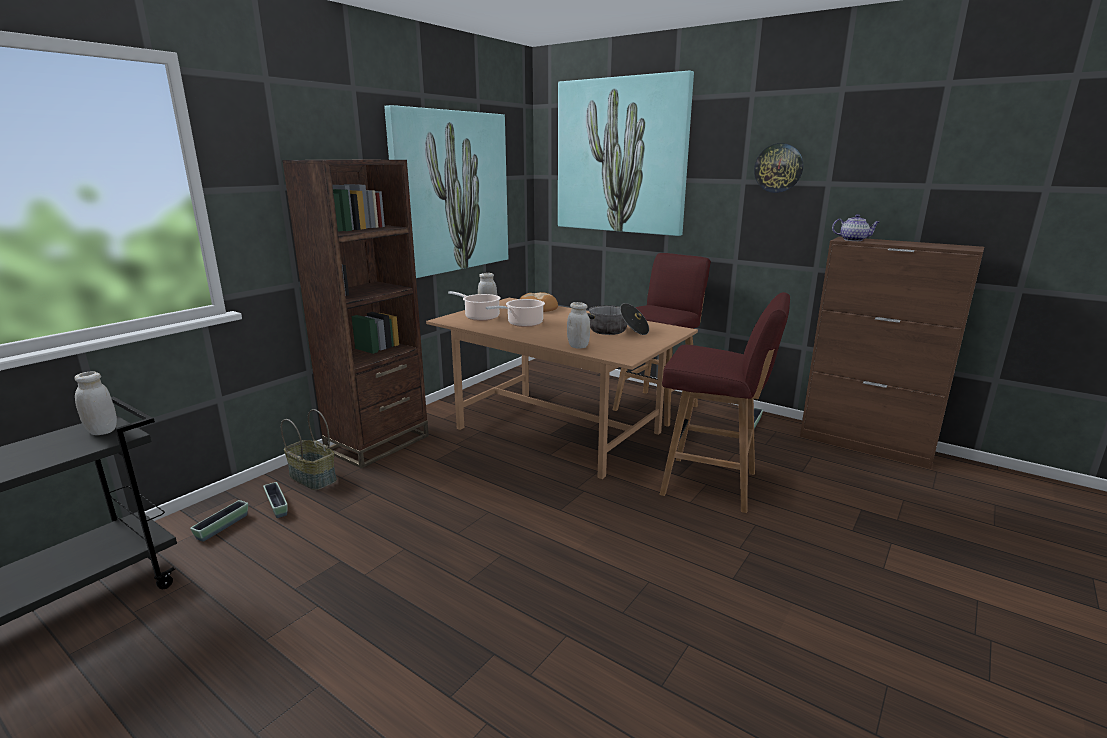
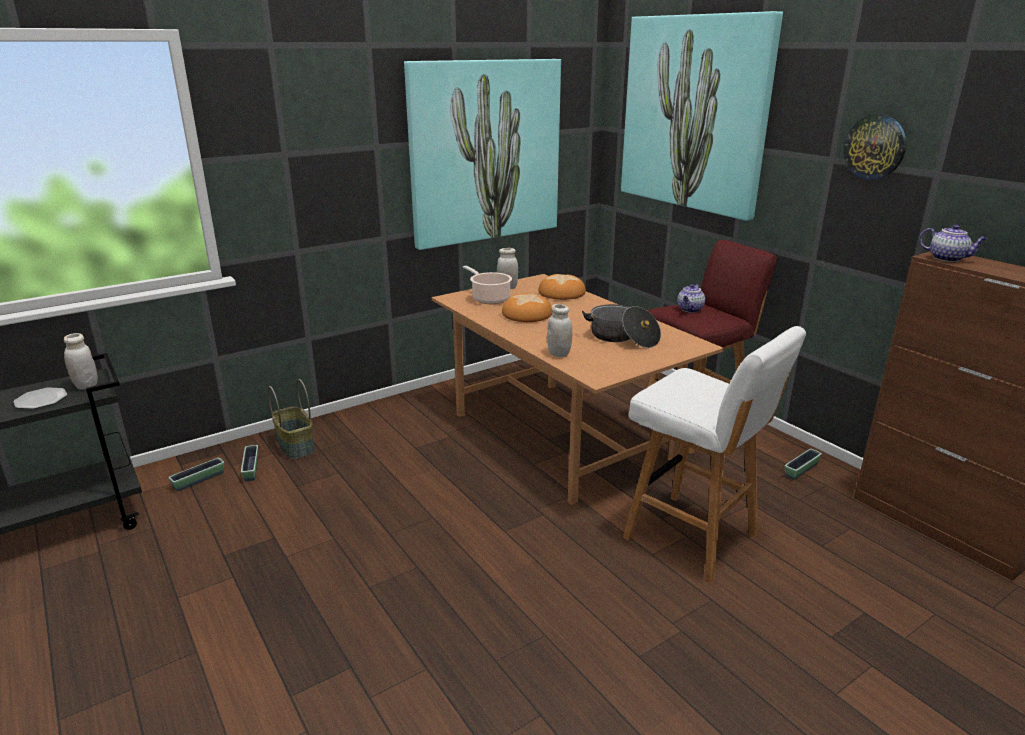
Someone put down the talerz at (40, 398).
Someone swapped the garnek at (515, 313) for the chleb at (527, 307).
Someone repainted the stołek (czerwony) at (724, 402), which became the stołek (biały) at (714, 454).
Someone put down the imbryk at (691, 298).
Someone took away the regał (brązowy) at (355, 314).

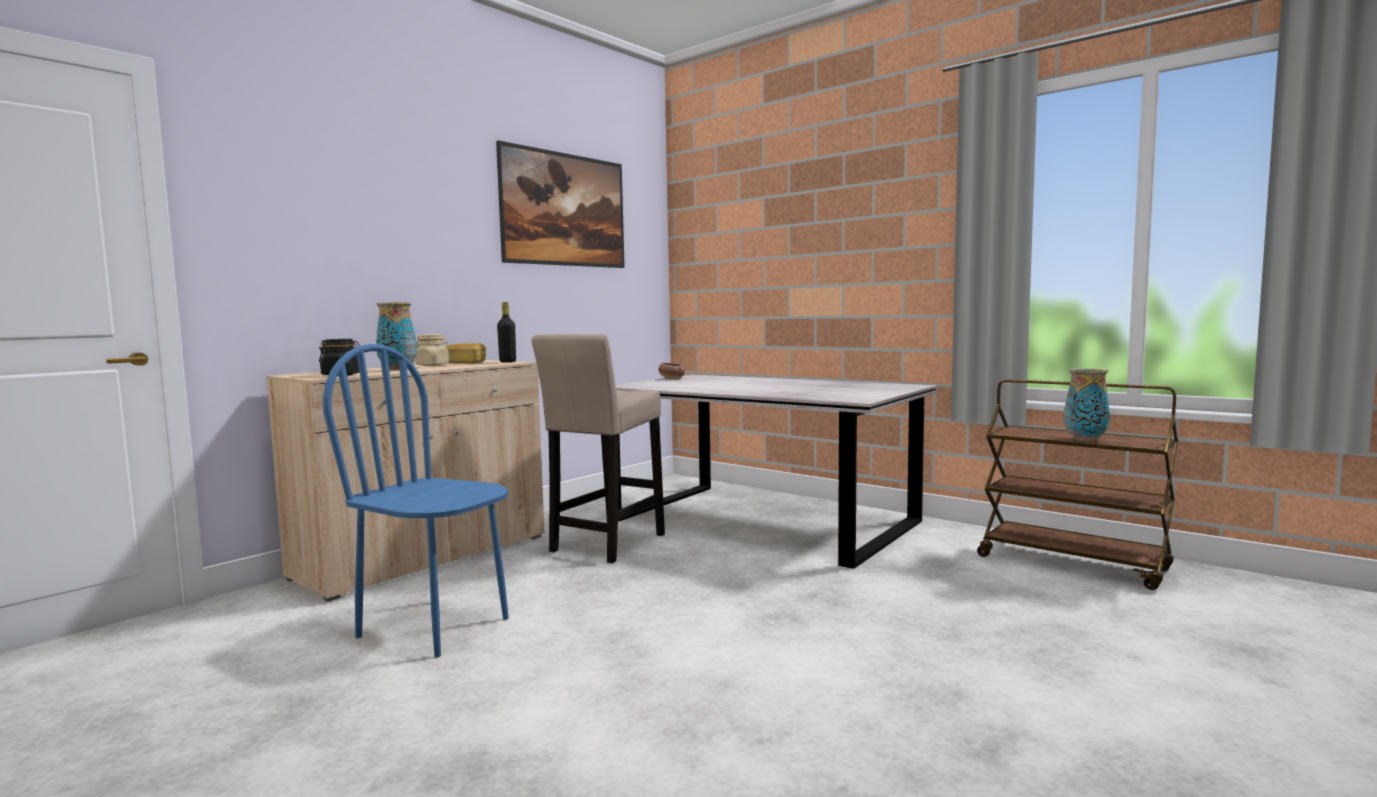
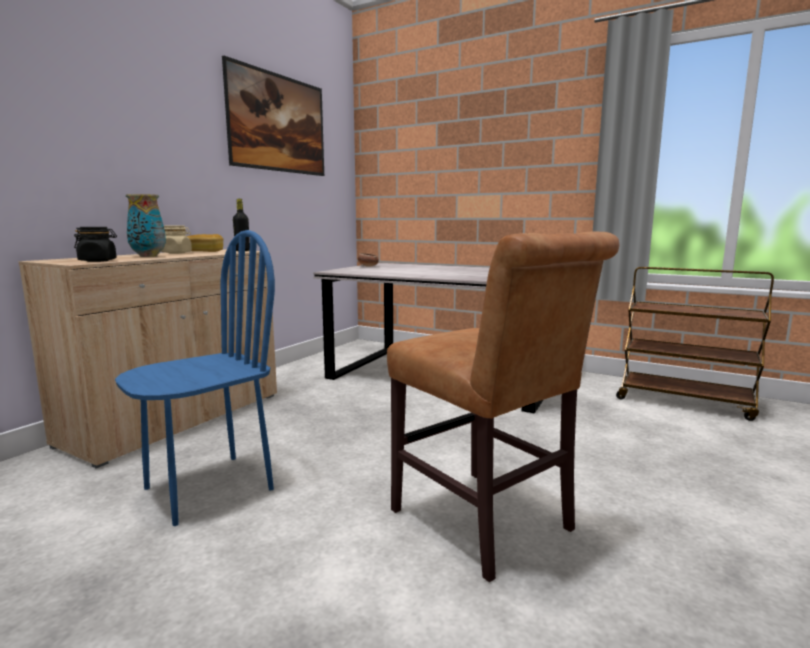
Someone rotated the krzesło (niebieski) at (416, 501) by 120 degrees clockwise.
Someone put down the krzesło (brązowy) at (503, 407).
Someone took away the stołek (beżowy) at (598, 448).
Someone took away the wazon at (1087, 405).

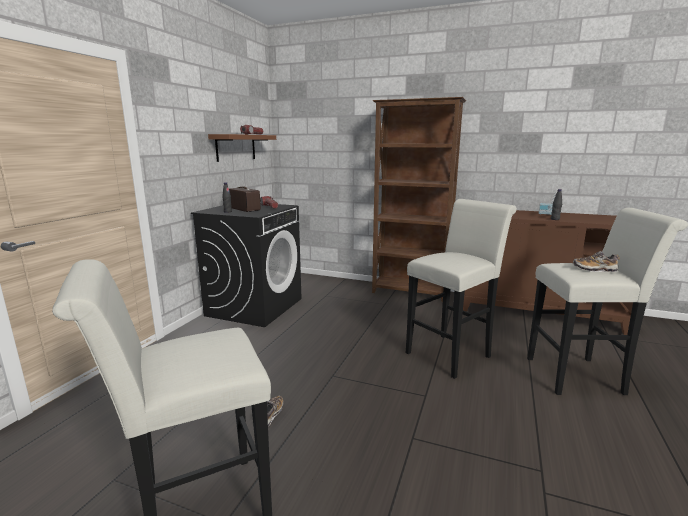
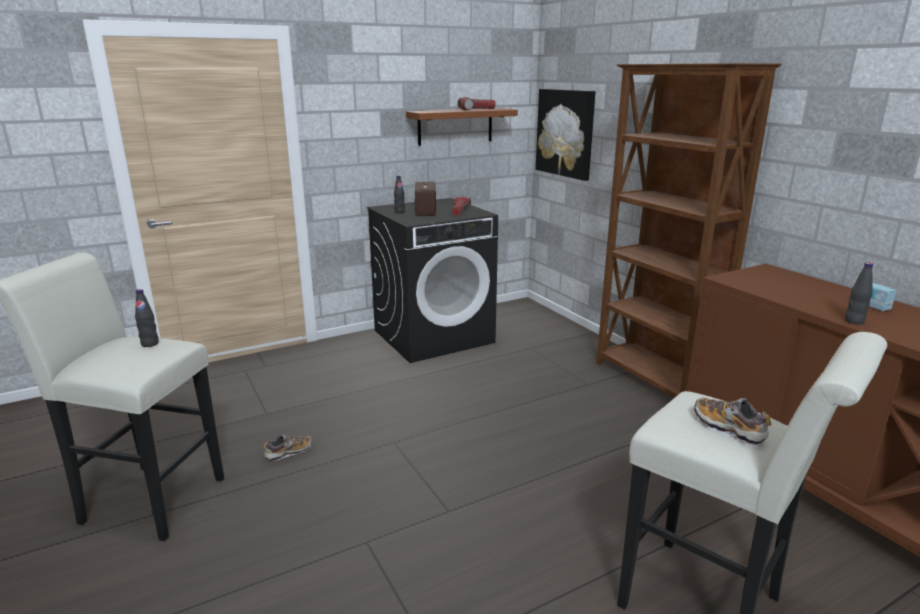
Someone put down the butelka (czarny) at (147, 318).
Someone put up the obraz at (566, 135).
Someone took away the stołek (biały) at (461, 289).

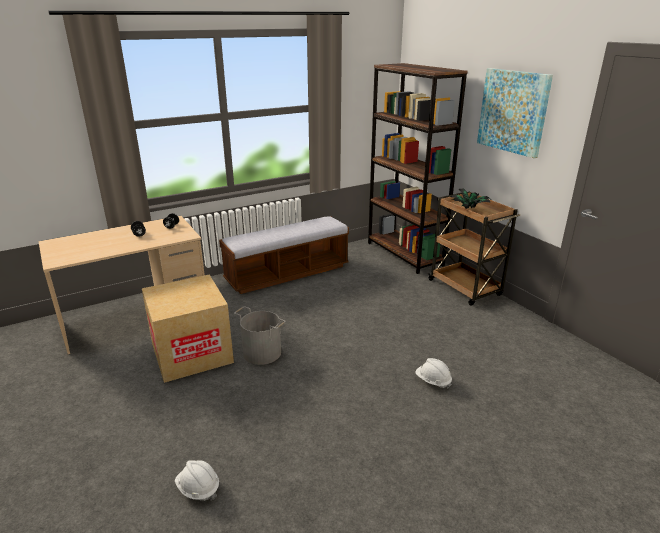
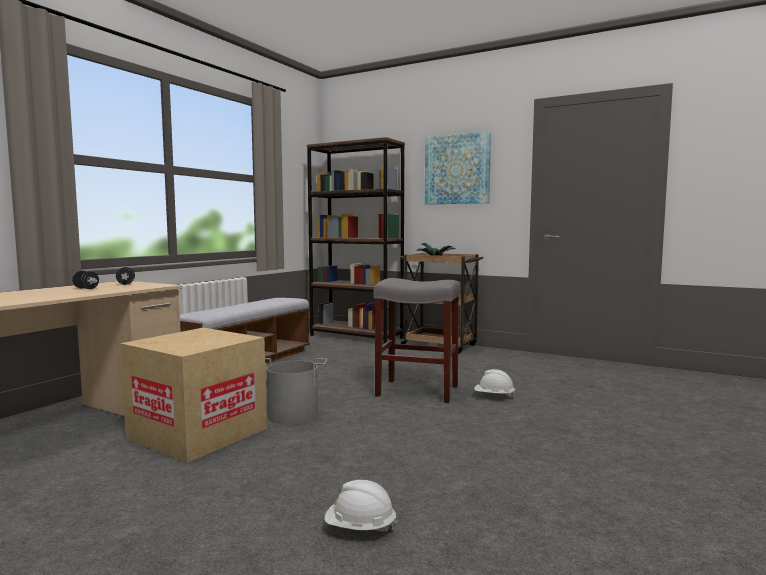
Someone put down the stołek (szary) at (417, 340).

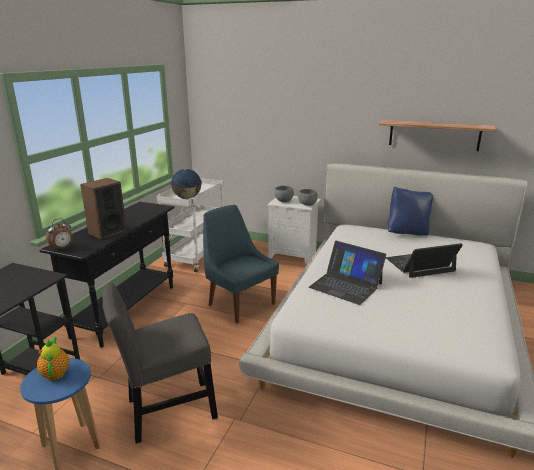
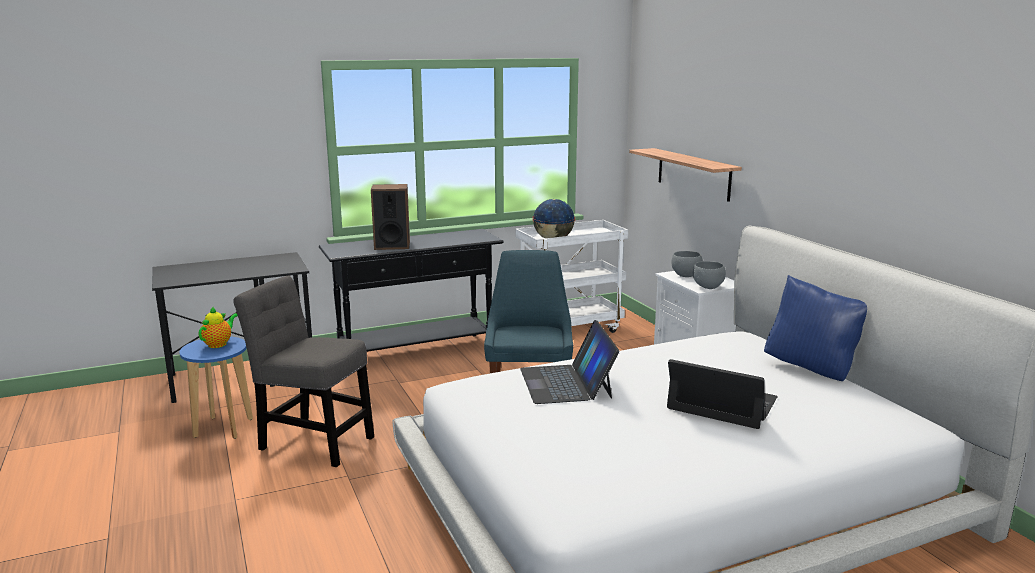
Someone carried the półka from (437, 135) to (685, 175).
Someone took away the budzik at (59, 234).

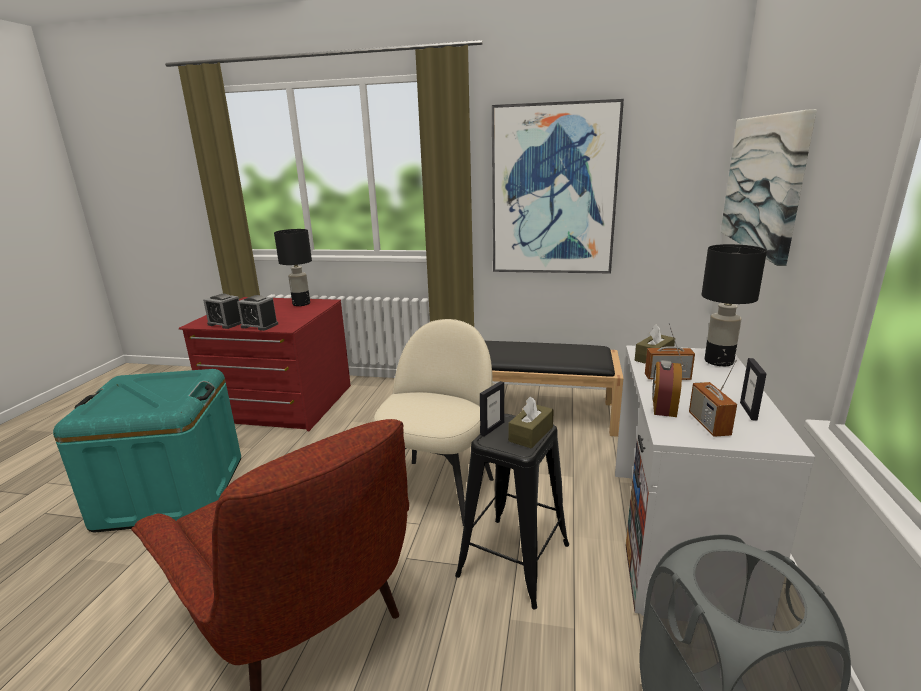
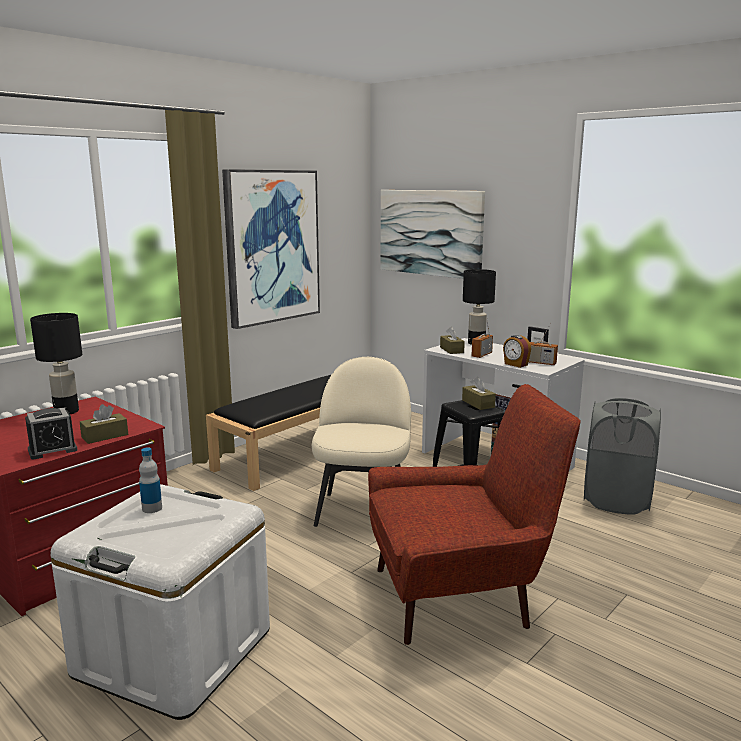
Someone repainted the pojemnik do przechowywania (turkusowy) at (147, 450), which became the pojemnik do przechowywania (biały) at (160, 602).
Someone swapped the budzik at (257, 313) for the pudełko chusteczek (brązowy) at (104, 424).
Someone put down the butelka at (150, 480).
Someone rotated the krzesło (beżowy) at (433, 422) by 45 degrees clockwise.
Someone took away the ramka na zdjęcie at (492, 409).

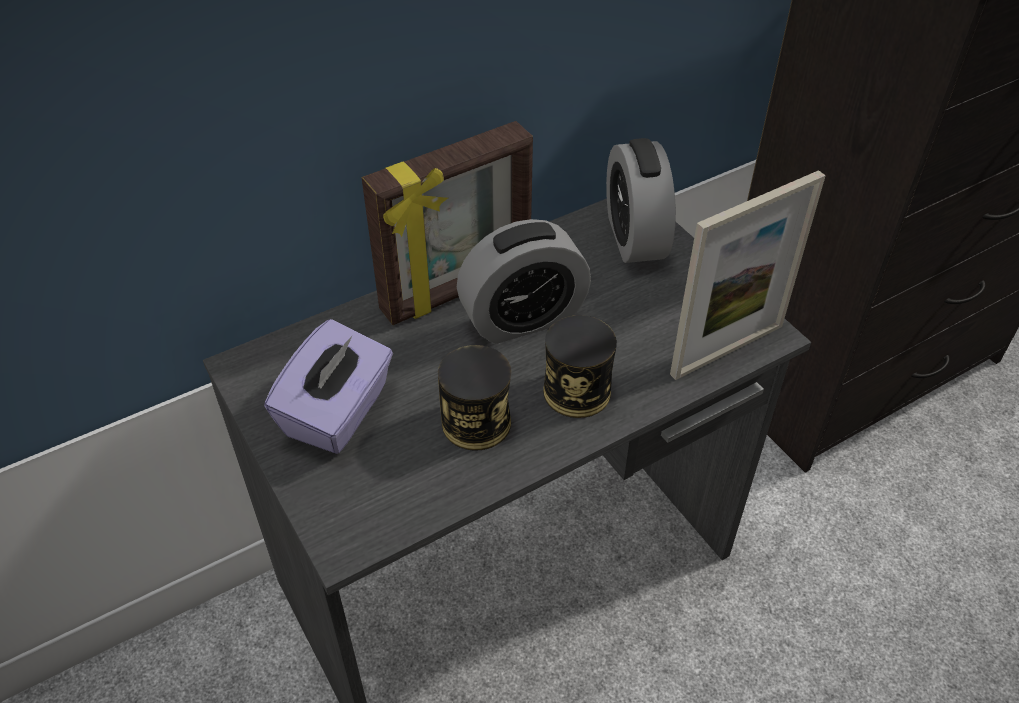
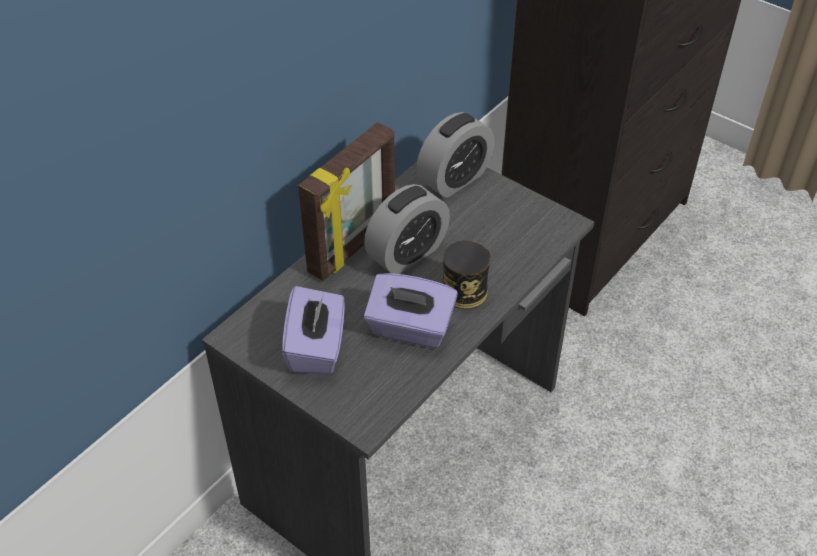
Someone swapped the puszka at (474, 398) for the pudełko chusteczek (fioletowy) at (411, 310).
Someone rotated the budzik at (641, 200) by 105 degrees counterclockwise.
Someone took away the ramka na zdjęcie at (748, 275).

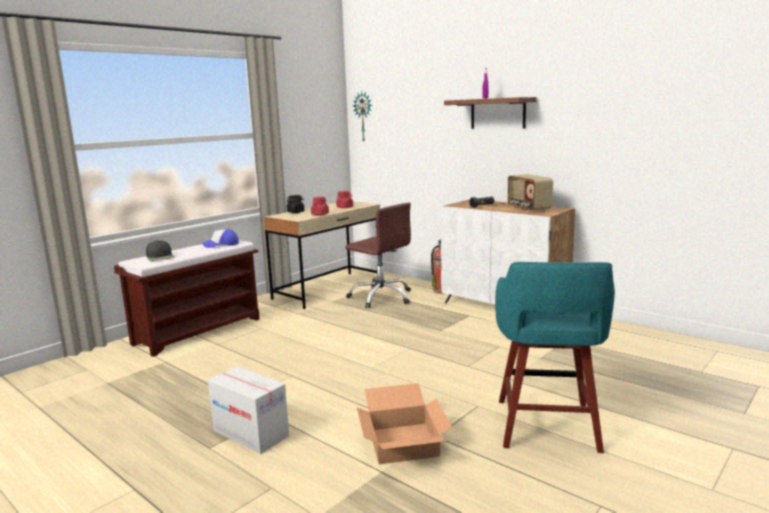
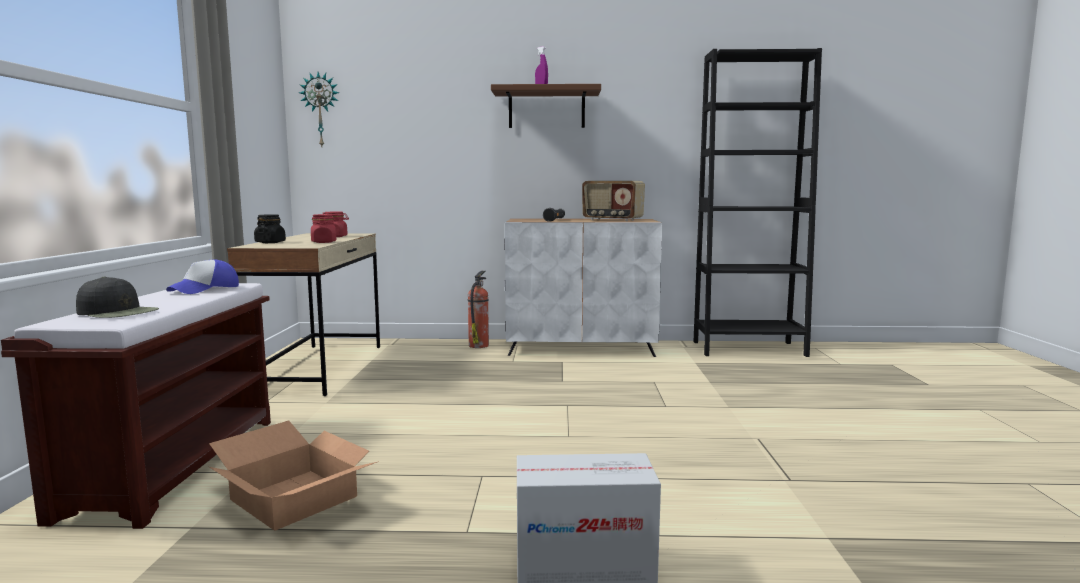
Someone carried the karton from (404, 423) to (293, 476).
Someone put down the regał (czarny) at (757, 202).
Someone took away the krzesło biurowe (brązowy) at (378, 255).
Someone took away the stołek (turkusowy) at (555, 357).

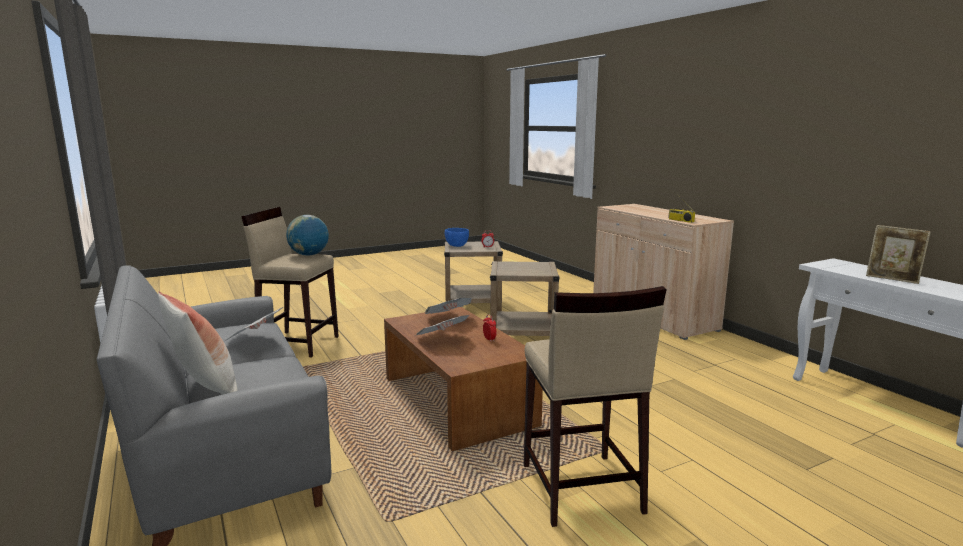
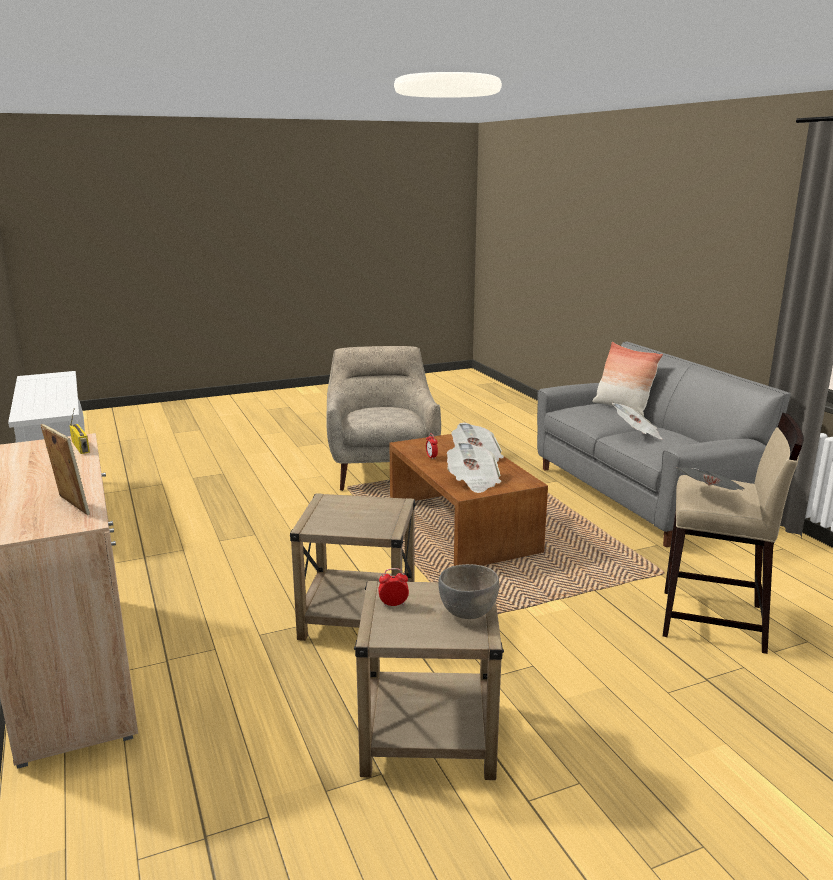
Someone carried the ramka na zdjęcie from (898, 254) to (65, 469).
Someone swapped the stołek (beżowy) at (595, 406) for the fotel (beżowy) at (383, 418).
Someone repainted the miska (niebieski) at (457, 237), which became the miska (szary) at (468, 591).
Someone swapped the globus at (307, 235) for the gazeta at (709, 479).

